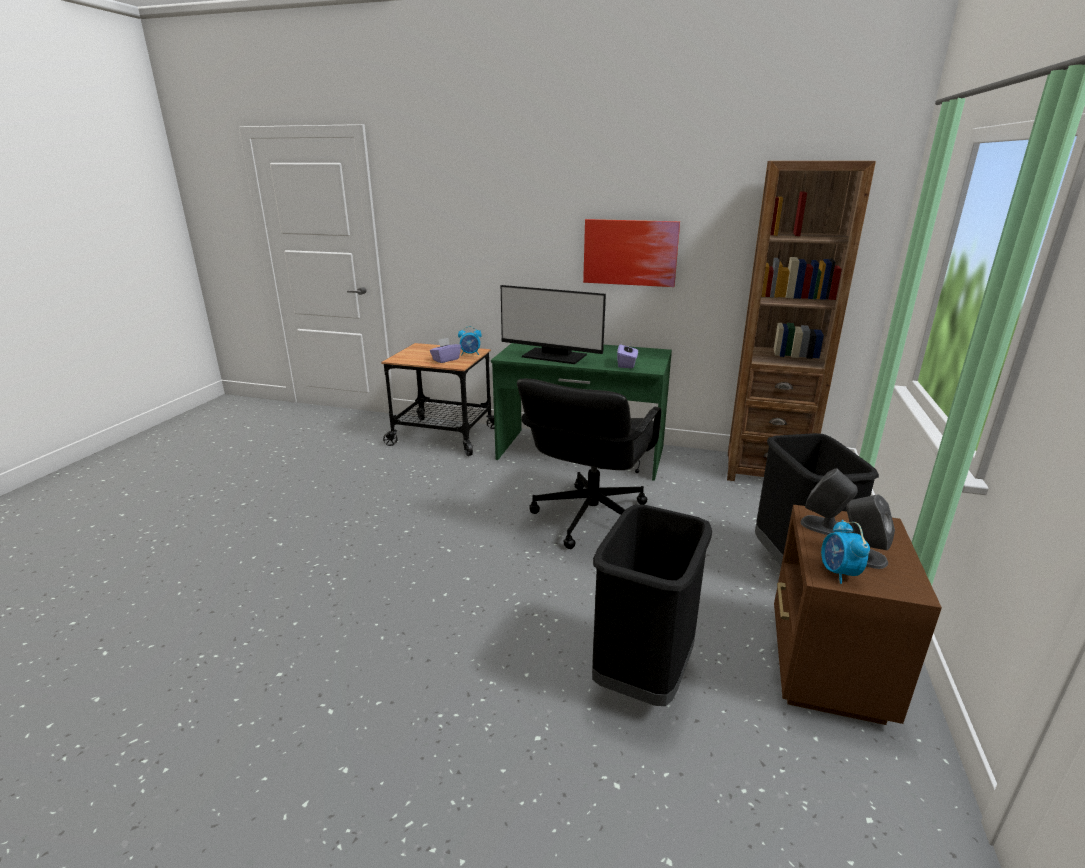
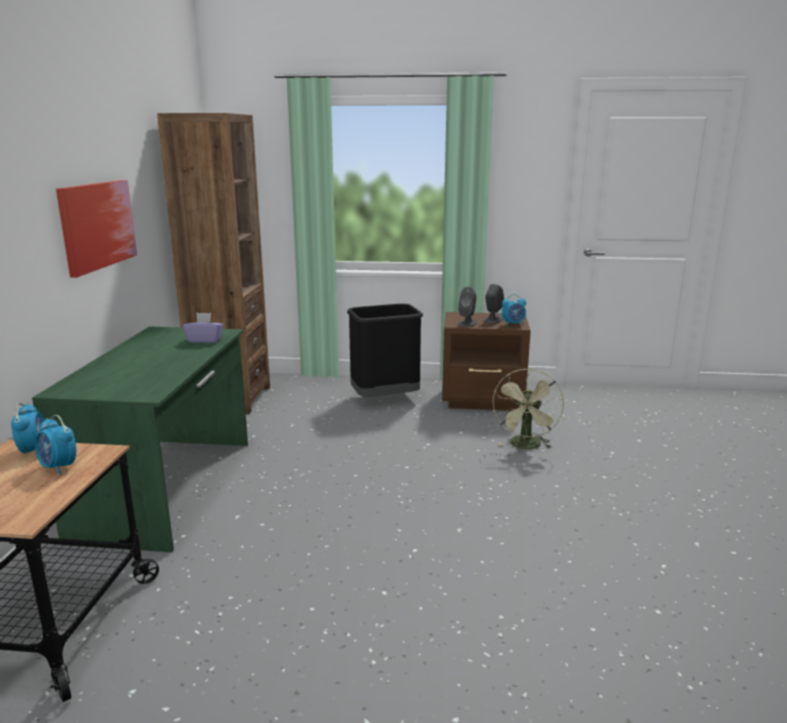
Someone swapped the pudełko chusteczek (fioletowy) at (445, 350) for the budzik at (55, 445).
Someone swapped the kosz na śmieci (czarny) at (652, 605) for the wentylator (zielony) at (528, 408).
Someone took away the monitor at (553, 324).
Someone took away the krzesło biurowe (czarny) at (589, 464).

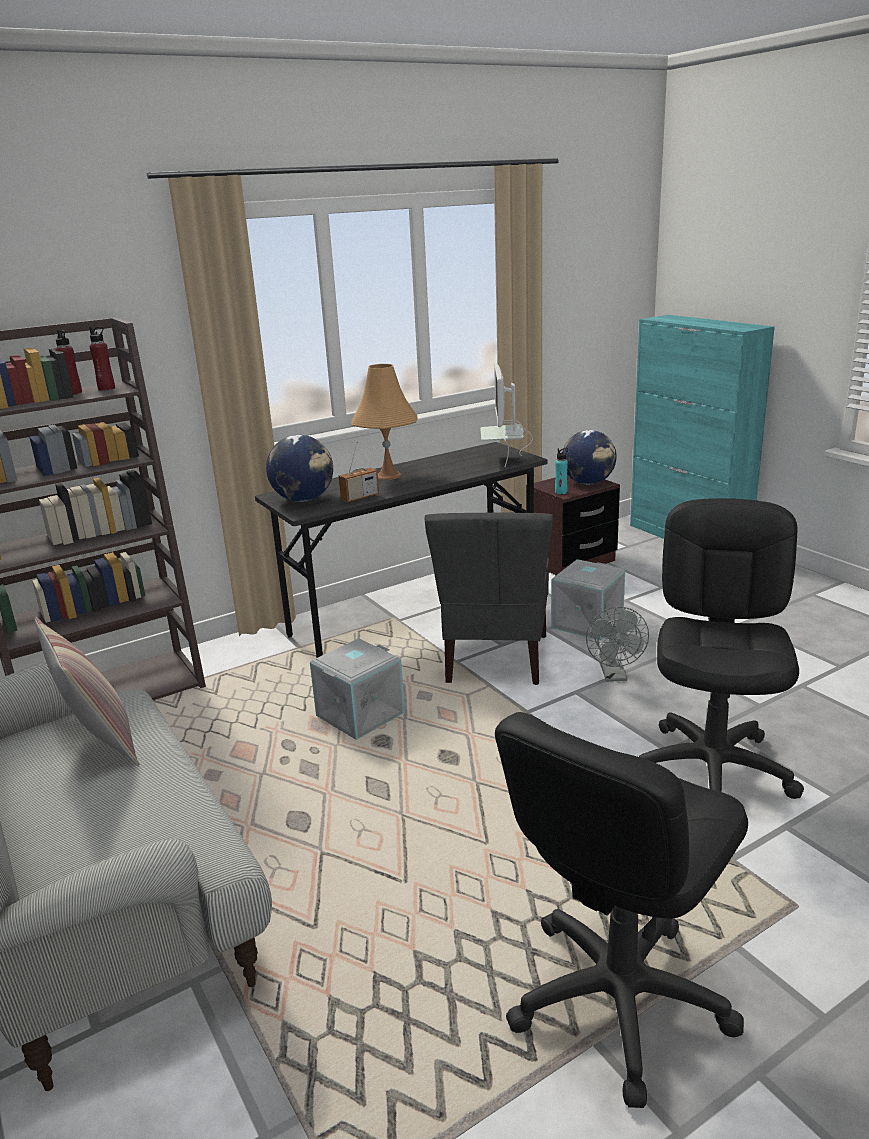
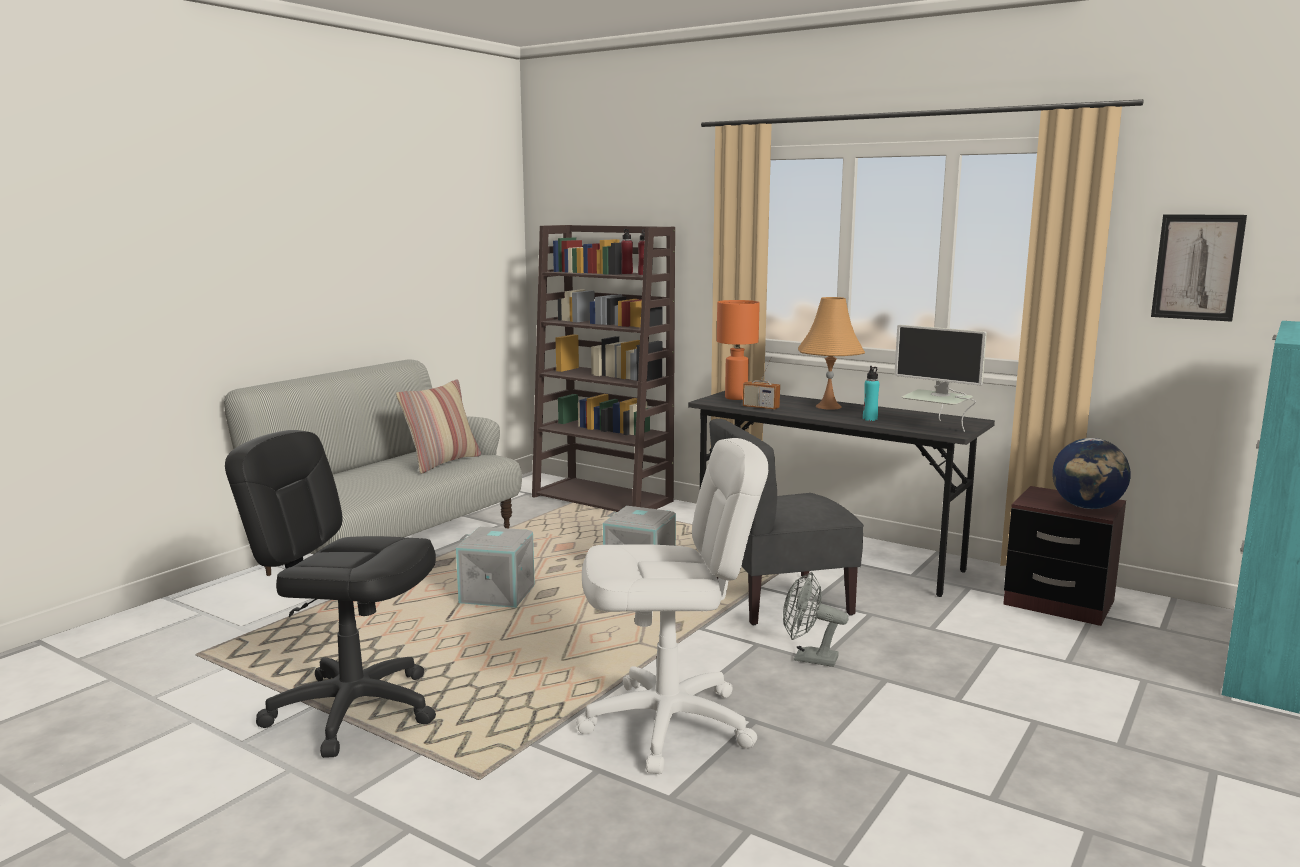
Someone carried the pojemnik do przechowywania (szary) from (588, 600) to (495, 567).
Someone repainted the krzesło biurowe (czarny) at (721, 648), which became the krzesło biurowe (biały) at (672, 606).
Someone swapped the globus at (299, 468) for the lampa stołowa (pomarańczowy) at (738, 350).
Someone rotated the wentylator (szary) at (617, 644) by 45 degrees clockwise.
Someone carried the butelka (turkusowy) from (561, 471) to (871, 393).
Someone rotated the monitor at (506, 415) by 120 degrees counterclockwise.
Someone put up the obraz at (1199, 268).

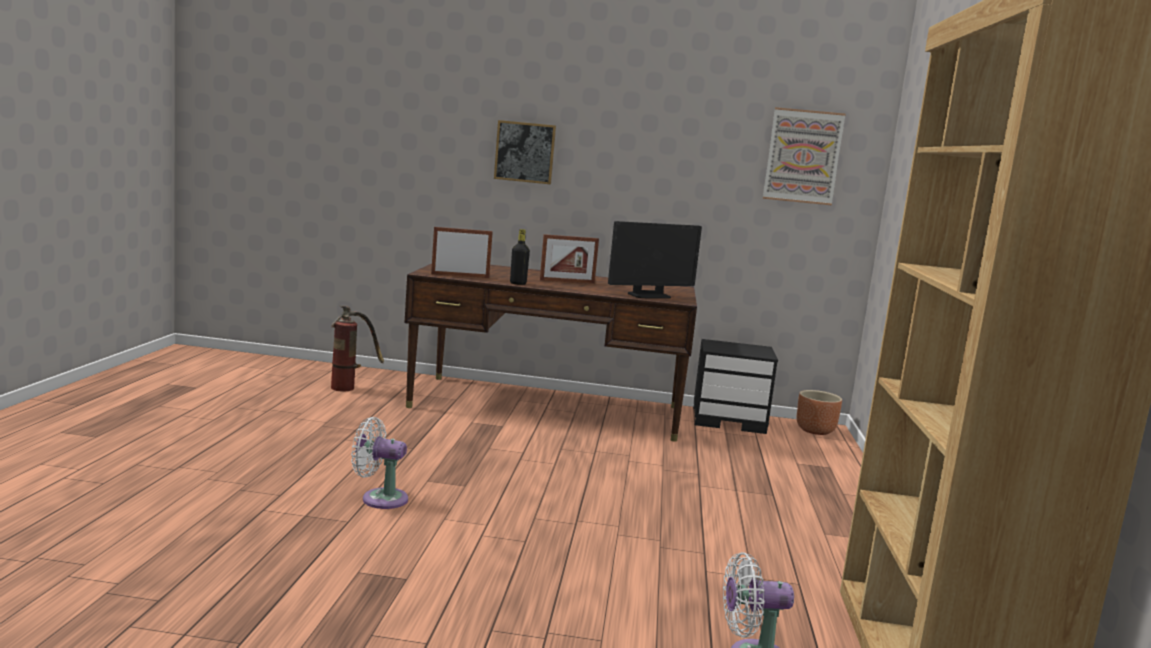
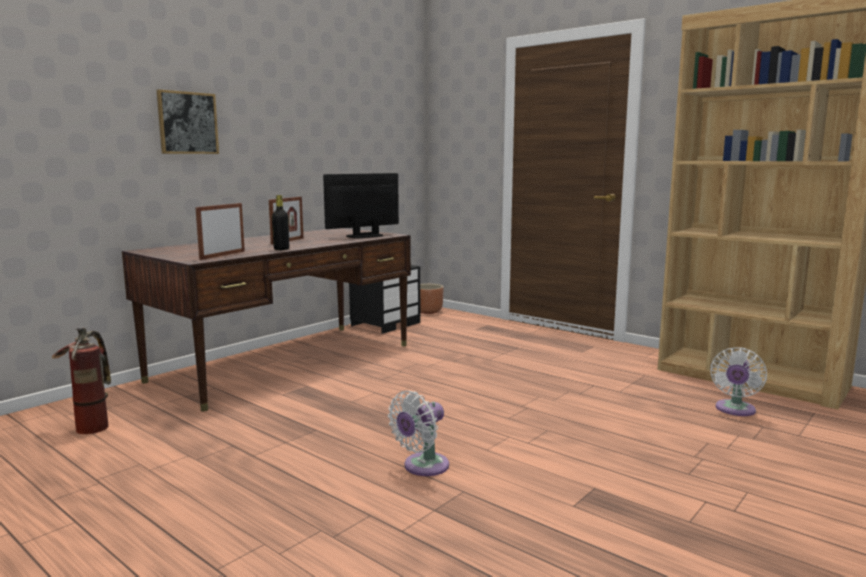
Someone rotated the monitor at (655, 260) by 135 degrees counterclockwise.
Someone took away the obraz at (804, 156).

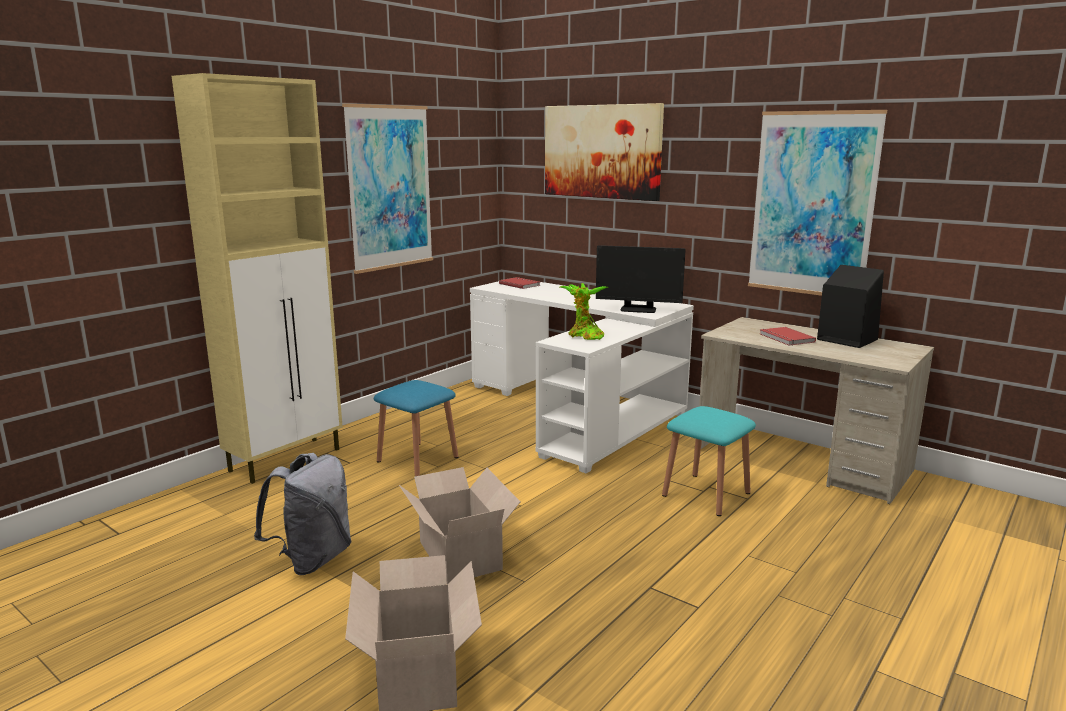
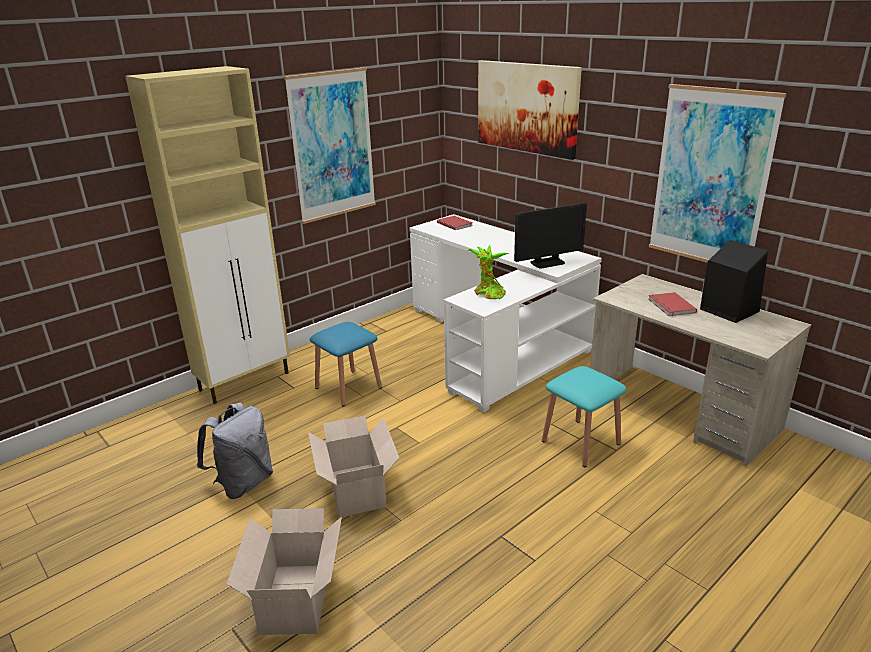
Someone rotated the monitor at (641, 279) by 45 degrees counterclockwise.

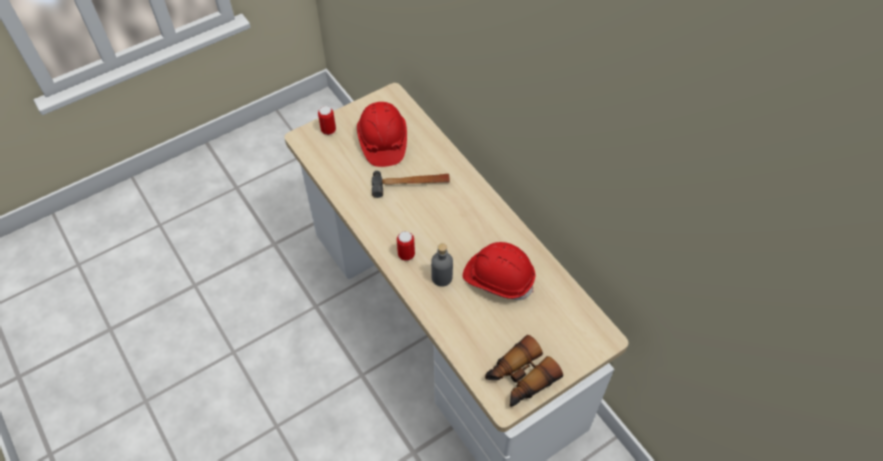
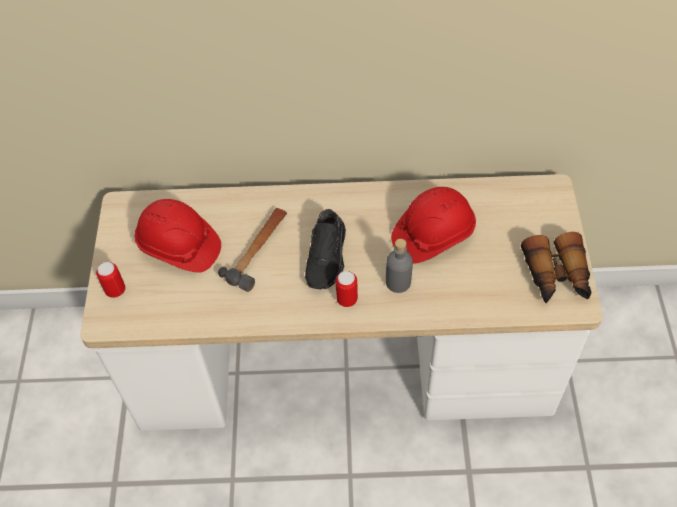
Someone put down the but (czarny) at (325, 249).

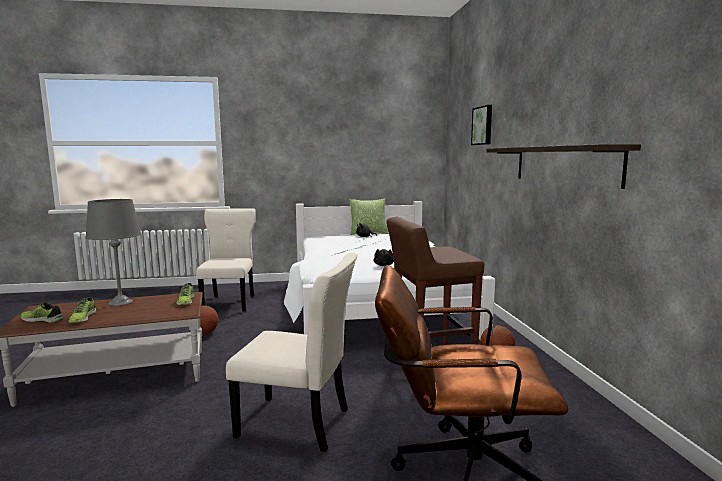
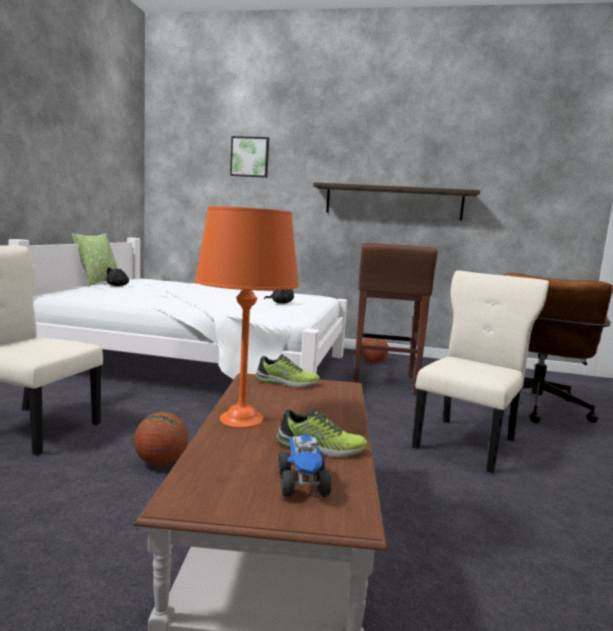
Someone repainted the lampa stołowa (szary) at (113, 252), which became the lampa stołowa (pomarańczowy) at (247, 317).
Someone swapped the but at (42, 312) for the ciężarówka zabawkowa at (305, 463).

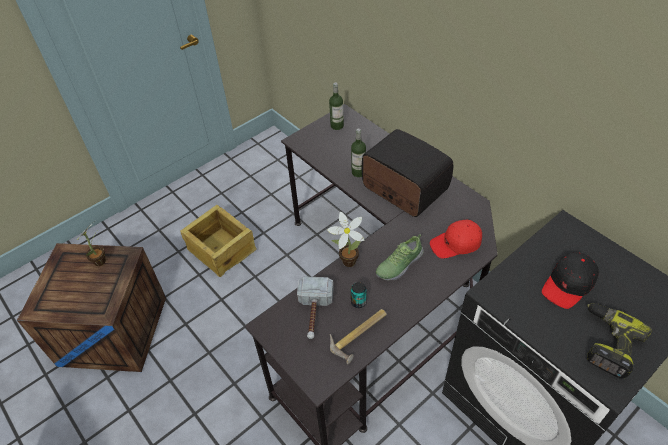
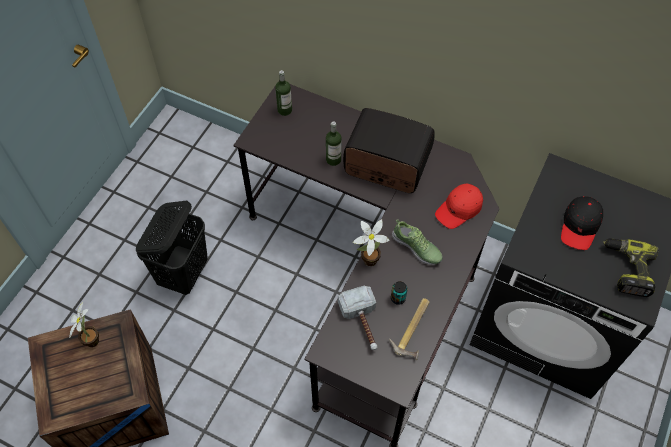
Someone swapped the skrzynka at (218, 241) for the kosz na pranie (czarny) at (172, 248).
Someone rotated the but at (400, 257) by 75 degrees counterclockwise.

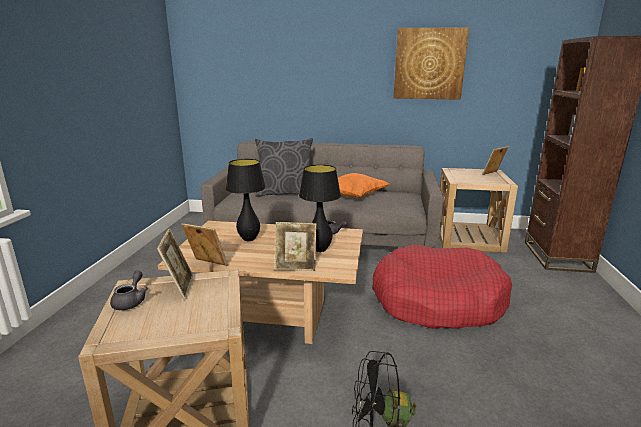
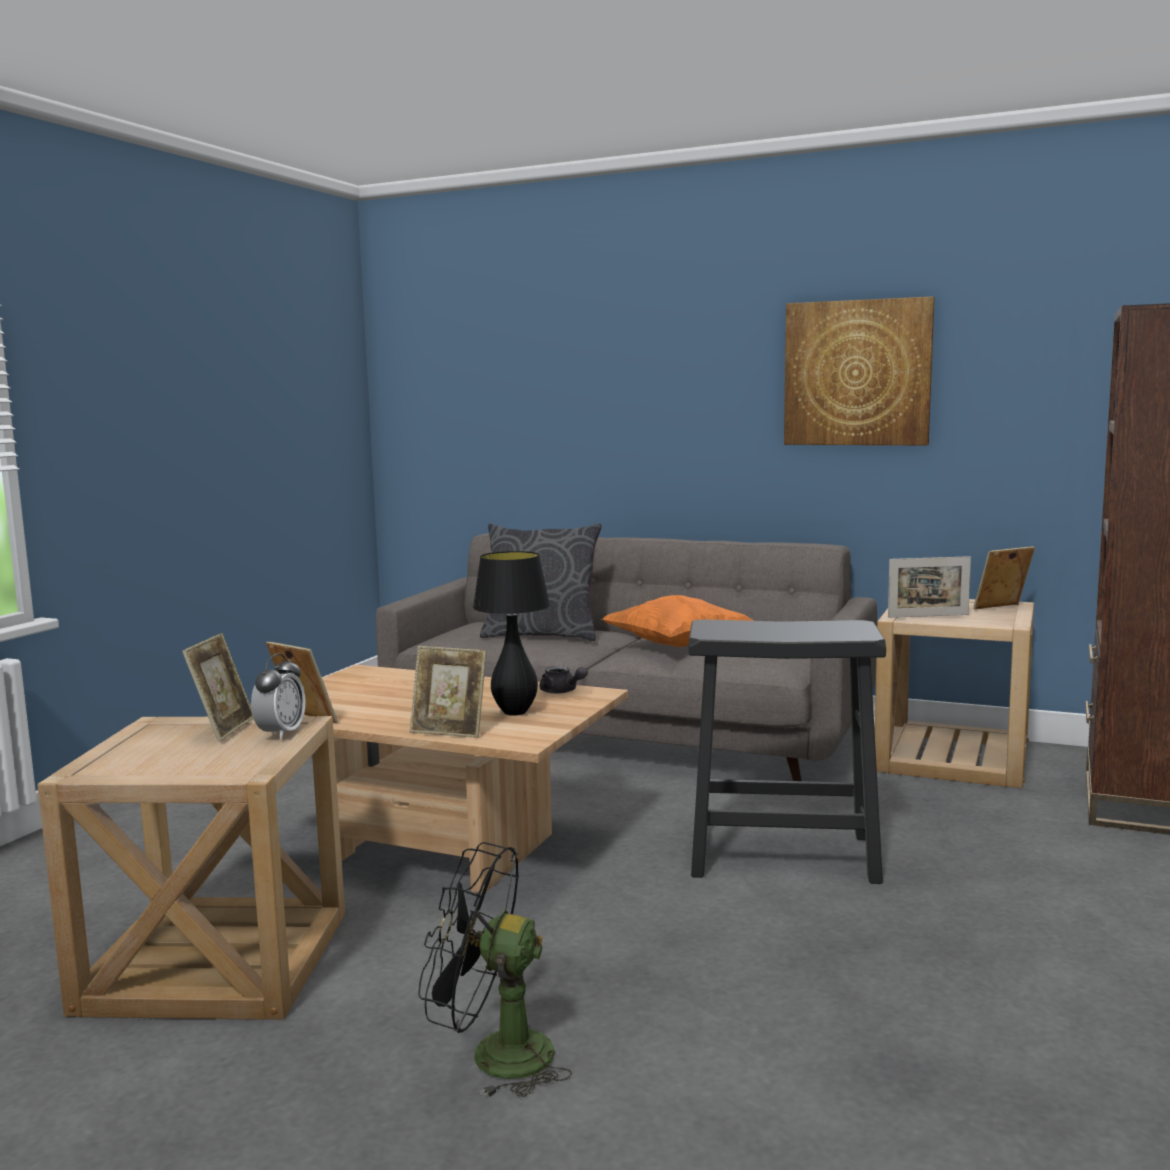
Someone put down the budzik at (278, 696).
Someone swapped the legowisko (czerwony) at (442, 287) for the stołek (czarny) at (787, 751).
Someone put down the ramka na zdjęcie at (929, 587).
Someone took away the imbryk (szary) at (129, 290).
Someone took away the lampa stołowa (czarny) at (246, 200).

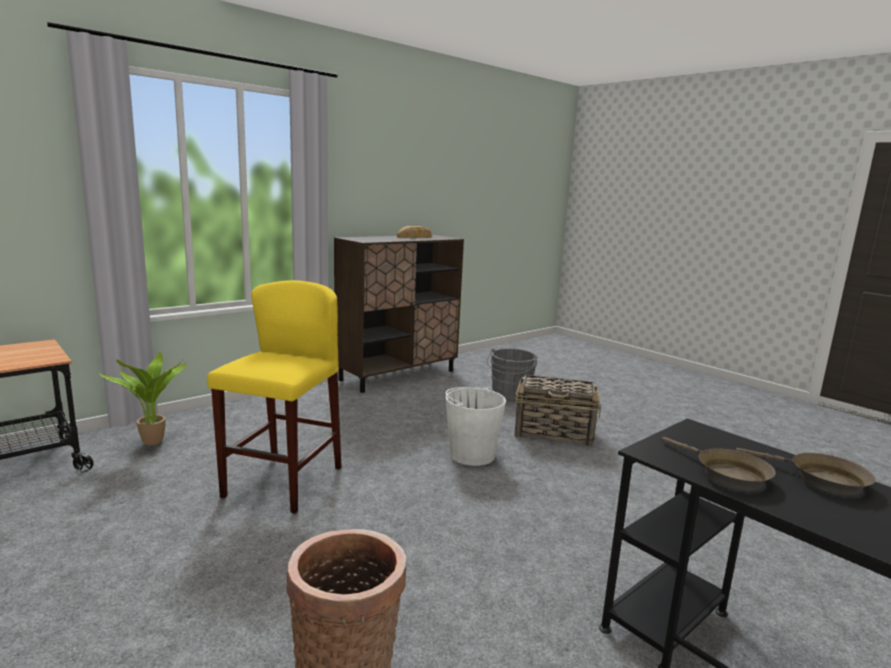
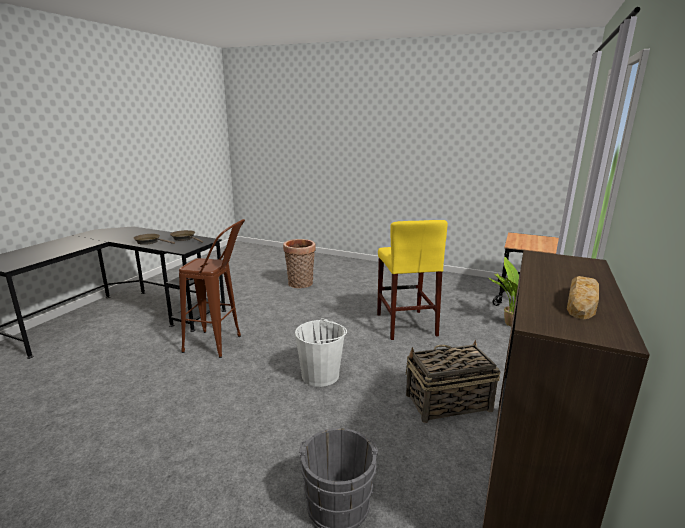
Someone put down the stołek (brązowy) at (212, 288).
Someone carried the koszyk from (558, 411) to (453, 381).

